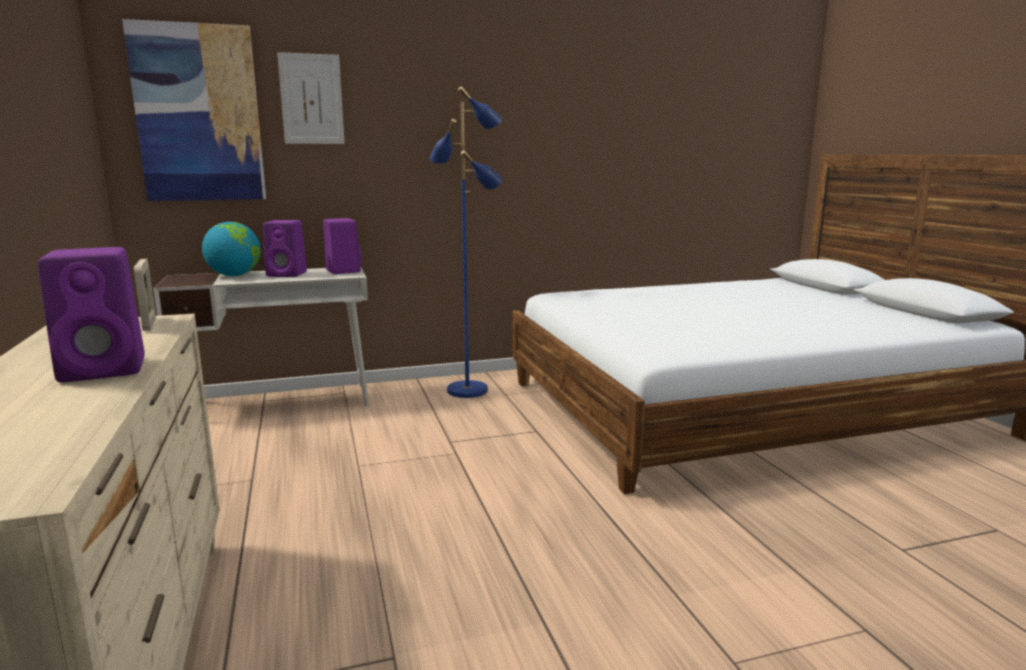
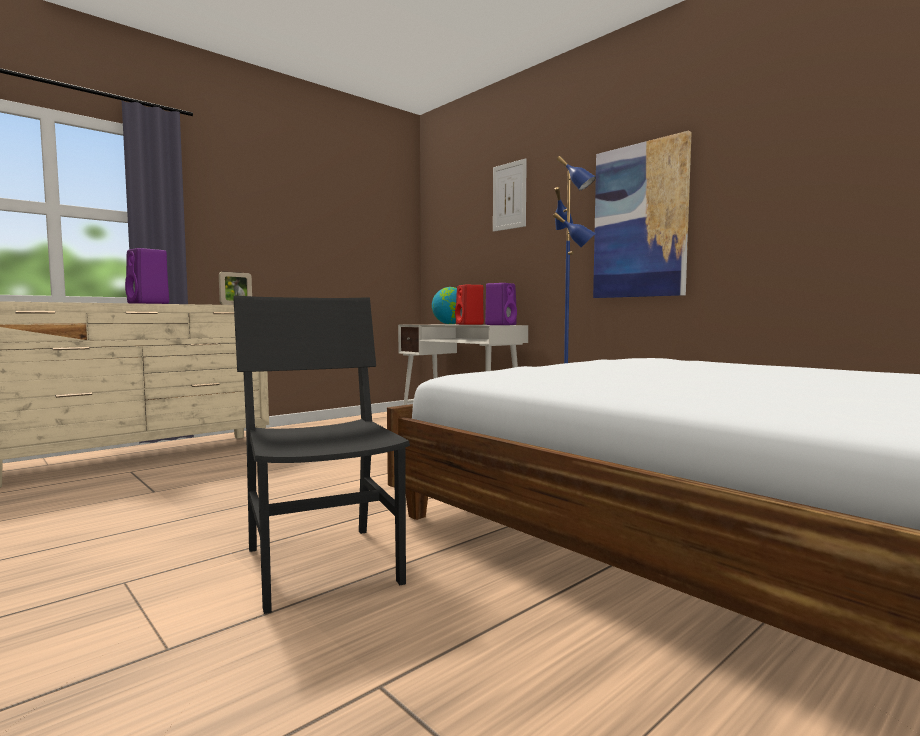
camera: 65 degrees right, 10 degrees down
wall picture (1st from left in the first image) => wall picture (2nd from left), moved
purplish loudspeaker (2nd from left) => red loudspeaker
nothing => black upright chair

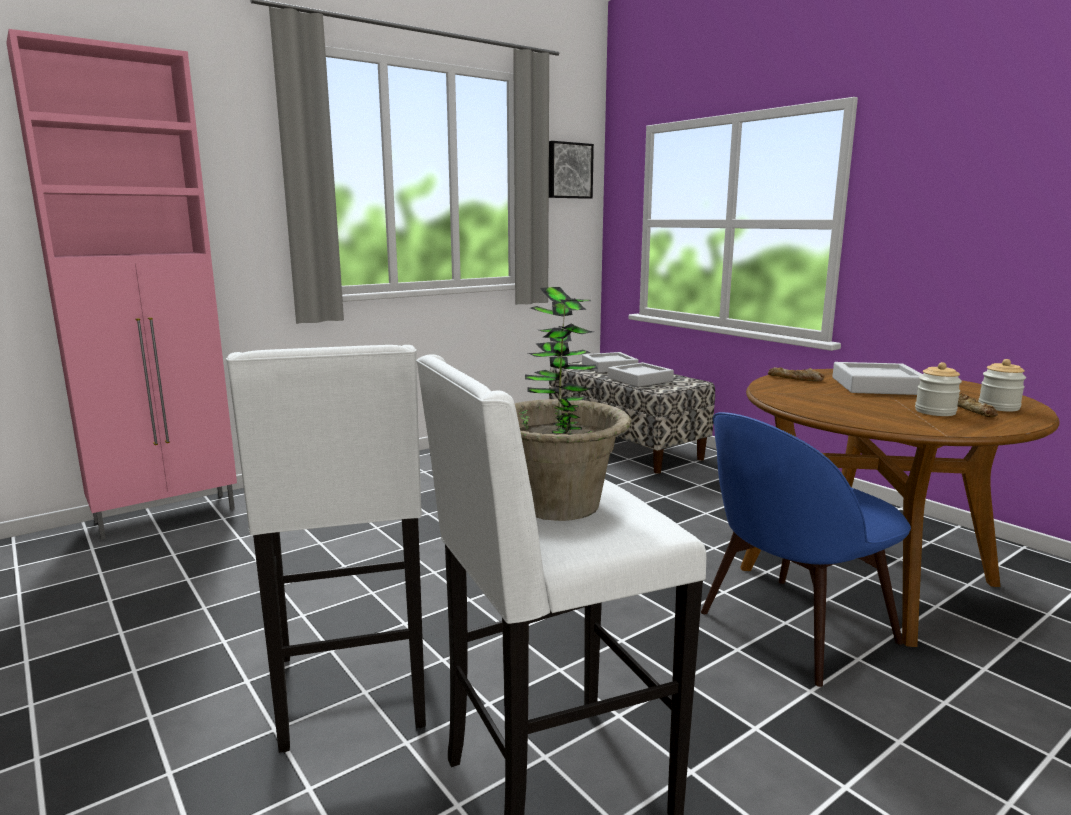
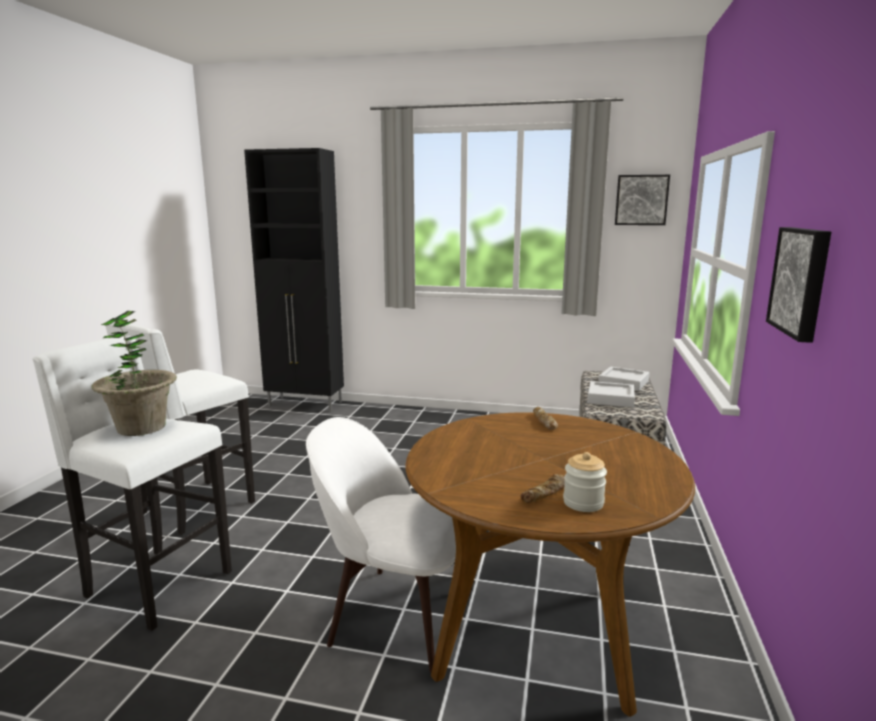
camera: 50 degrees right, 0 degrees up
pink storage cabinet => black storage cabinet
bluish upright chair => white upright chair
greyish tray (3rd from left) => nothing
preserve jar (1st from left) => nothing
nothing => wall picture (2nd from left)

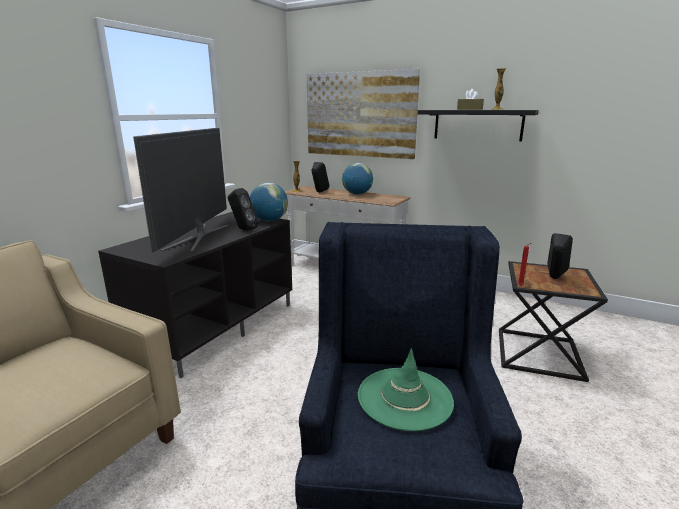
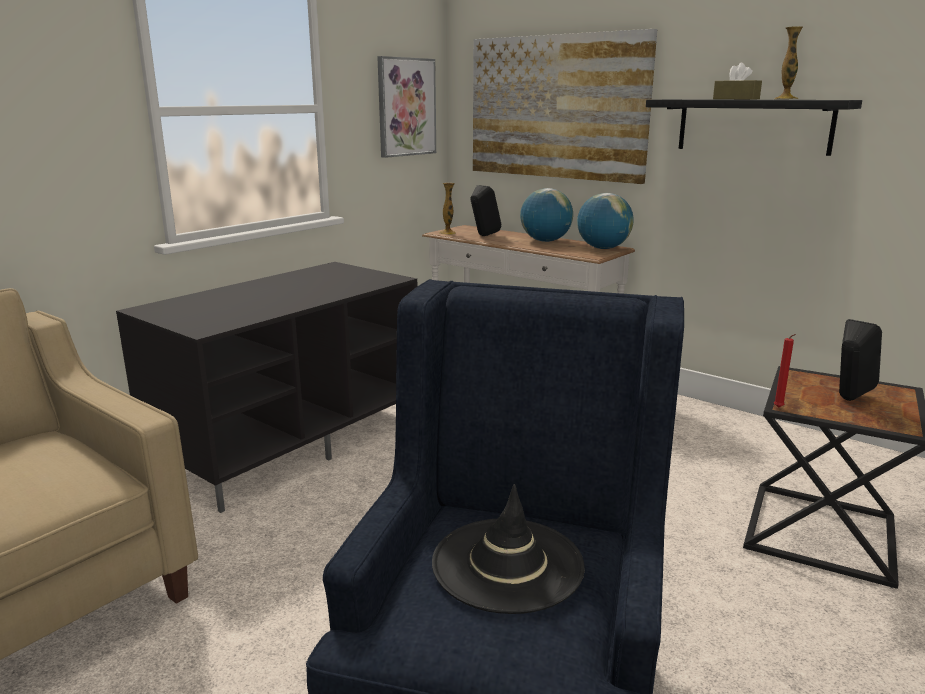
camera: 10 degrees right, 0 degrees up
TV set => nothing
black loudspeaker (1st from left) => nothing
globe (1st from left in the first image) => globe (2nd from left), moved
green-coloured hat => black hat
nothing => wall picture (1st from left)

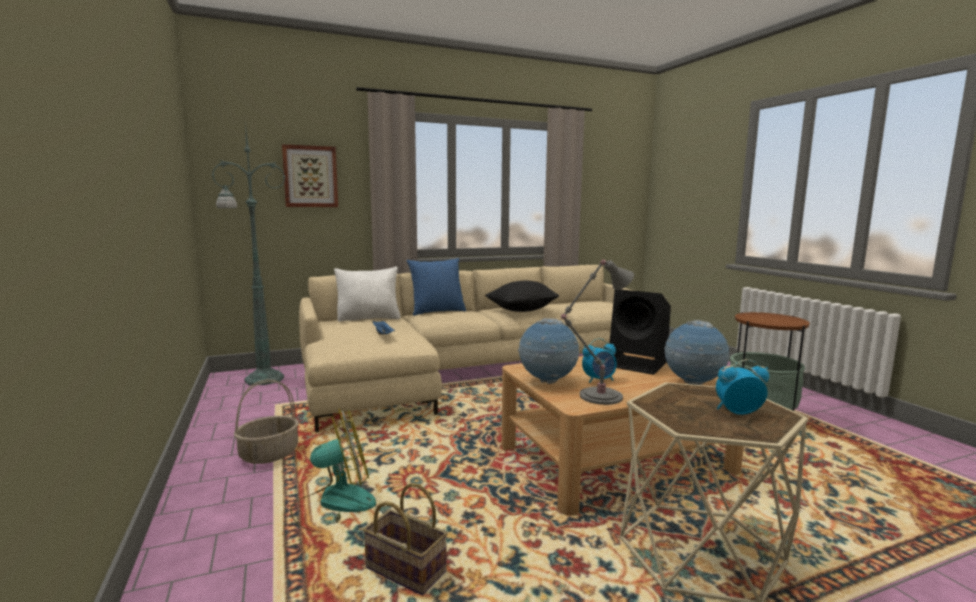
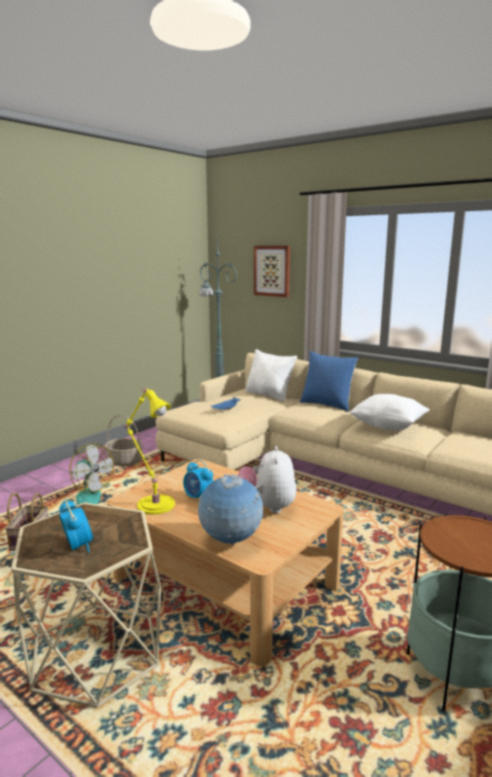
camera: 60 degrees right, 5 degrees up
black cushion => white cushion (2nd from left)
globe (1st from left) => nothing
greyish lamp for a table => yellow lamp for a table
black loudspeaker => cuddly toy

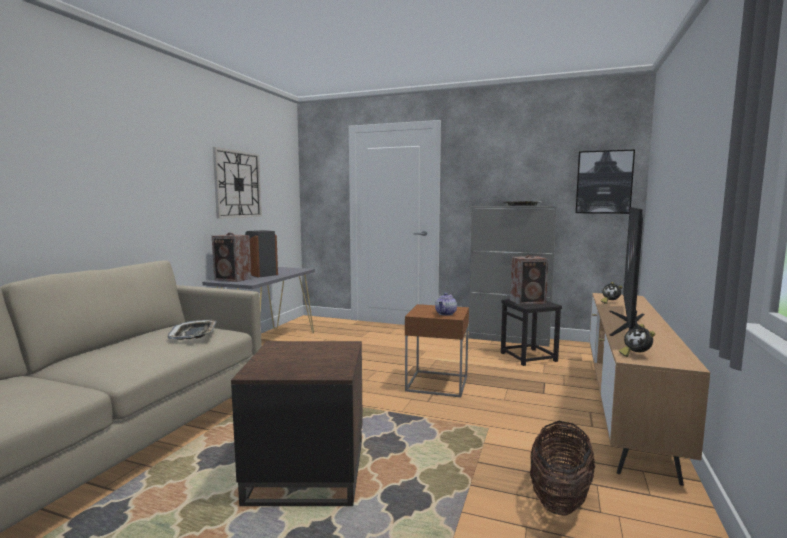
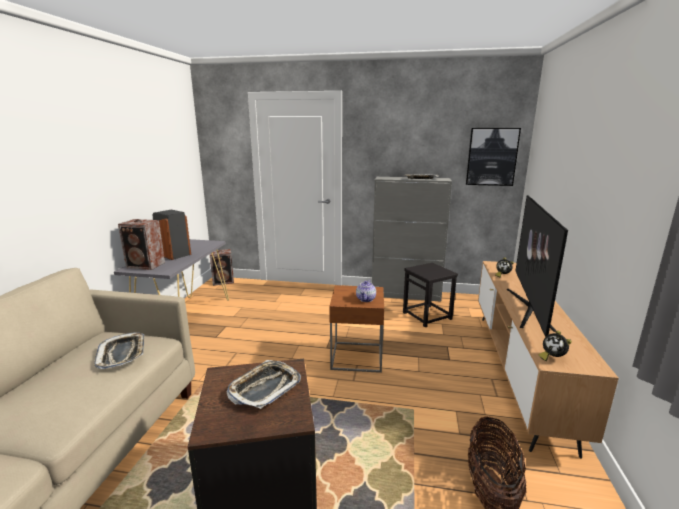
camera: 10 degrees left, 10 degrees up
hanging clock => nothing
loudspeaker (3rd from left), moved
nothing => tray (2nd from left)

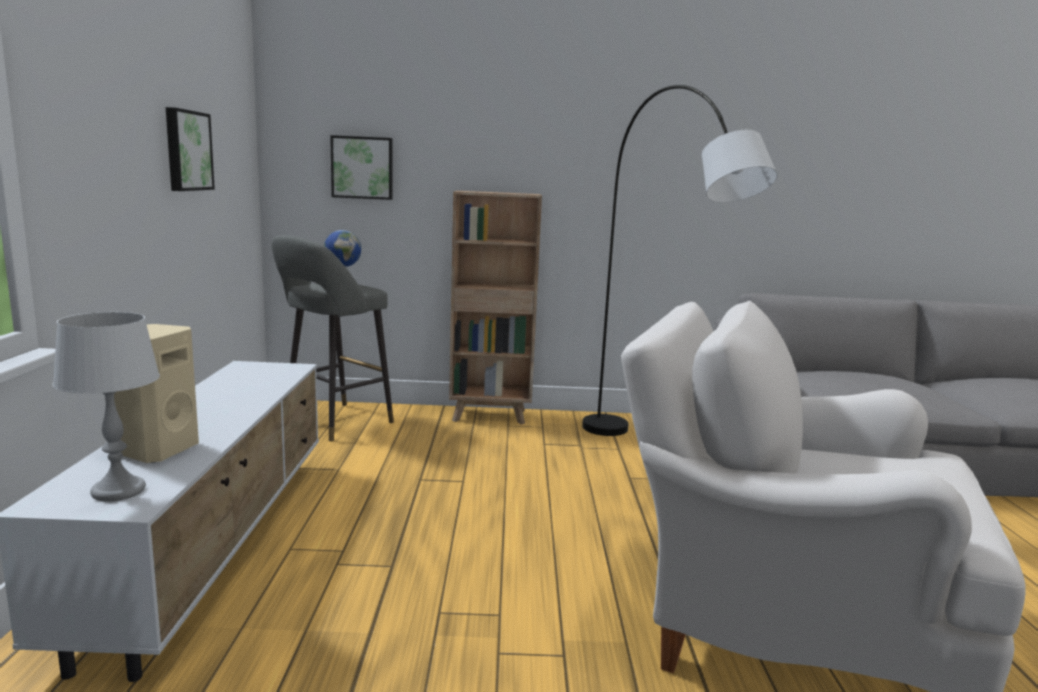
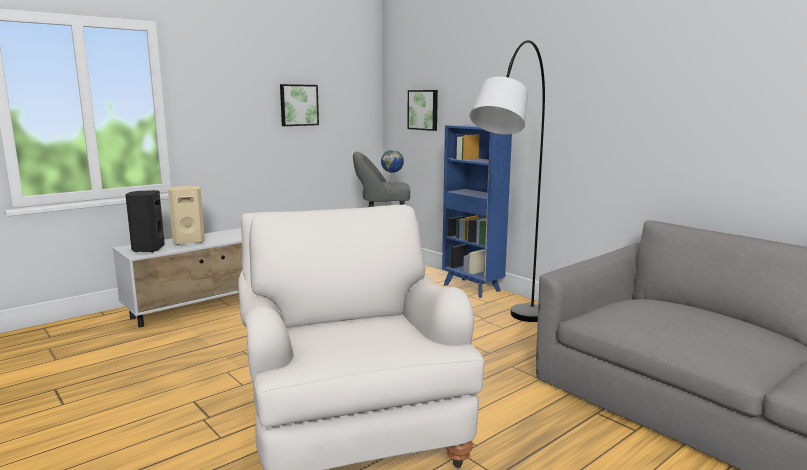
camera: 50 degrees right, 0 degrees up
greyish lamp for a table => black loudspeaker
brown-coloured bookcase => bluish bookcase

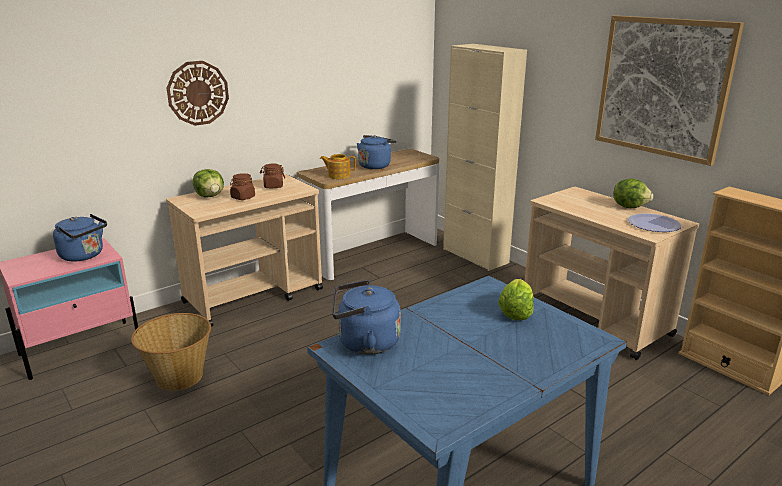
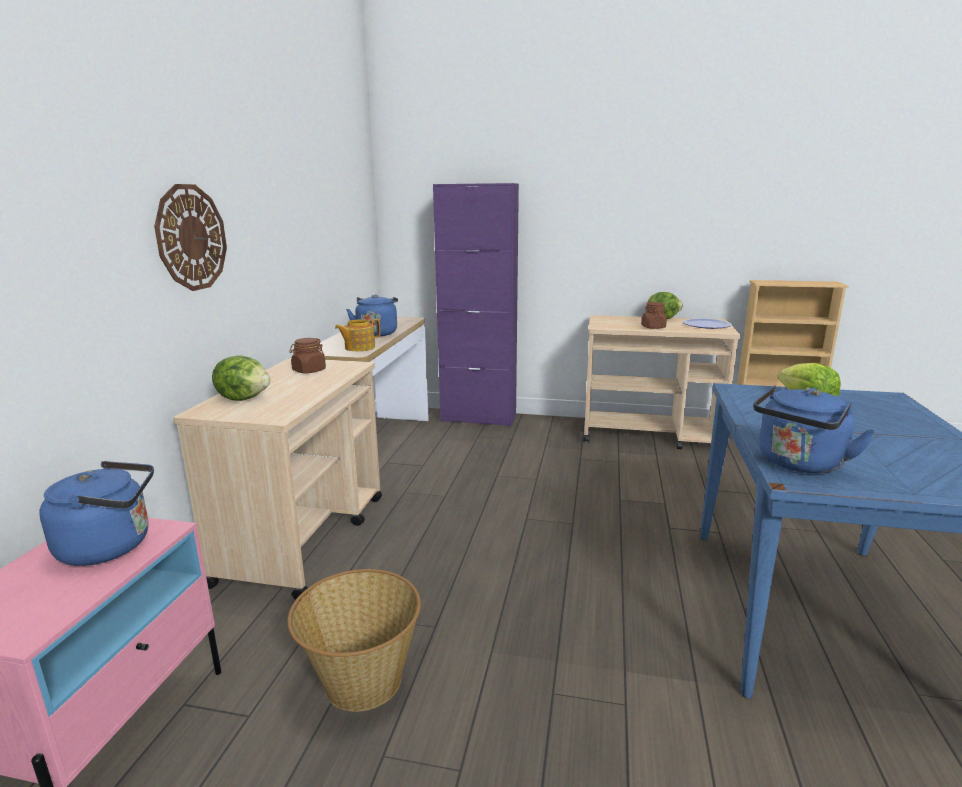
camera: 40 degrees left, 5 degrees down
brown-coloured preserve jar (1st from left in the first image) => brown-coloured preserve jar (2nd from left), moved
sand-coloured storage cabinet => purplish storage cabinet
wall picture => nothing

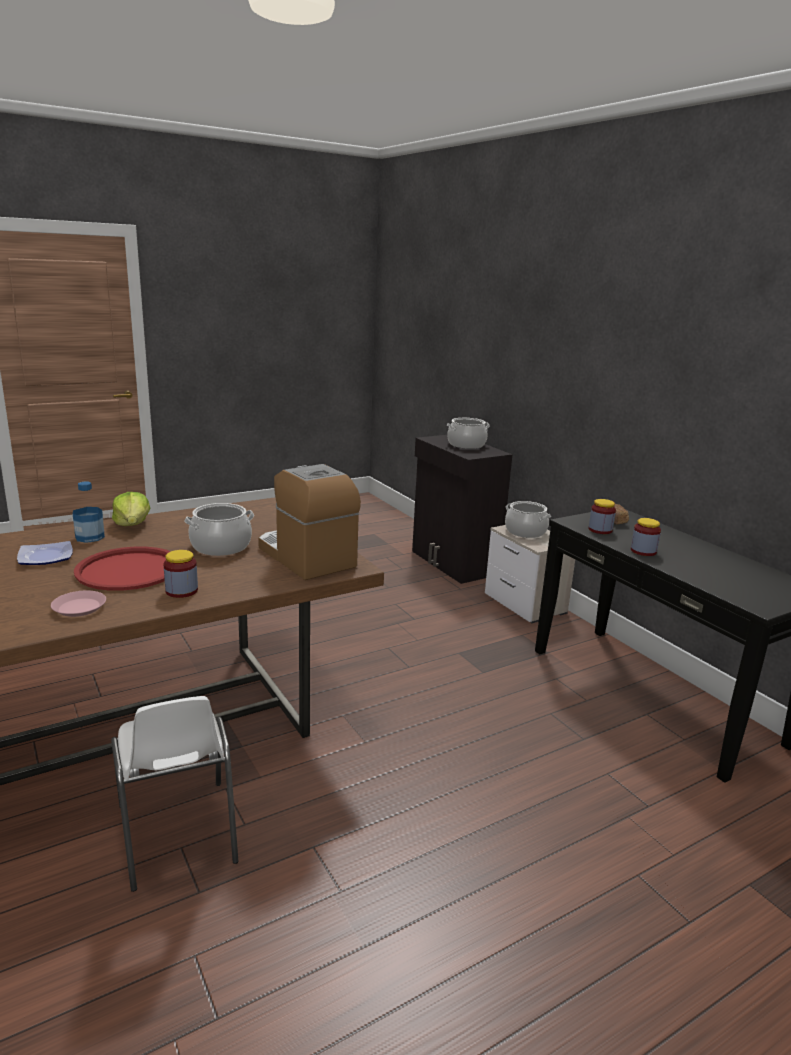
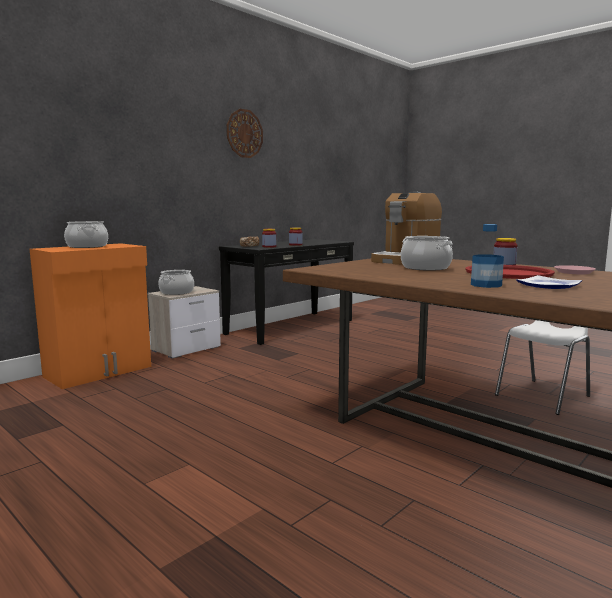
camera: 105 degrees left, 10 degrees down
lettuce => nothing
black storage cabinet => orange-coloured storage cabinet
nothing => hanging clock

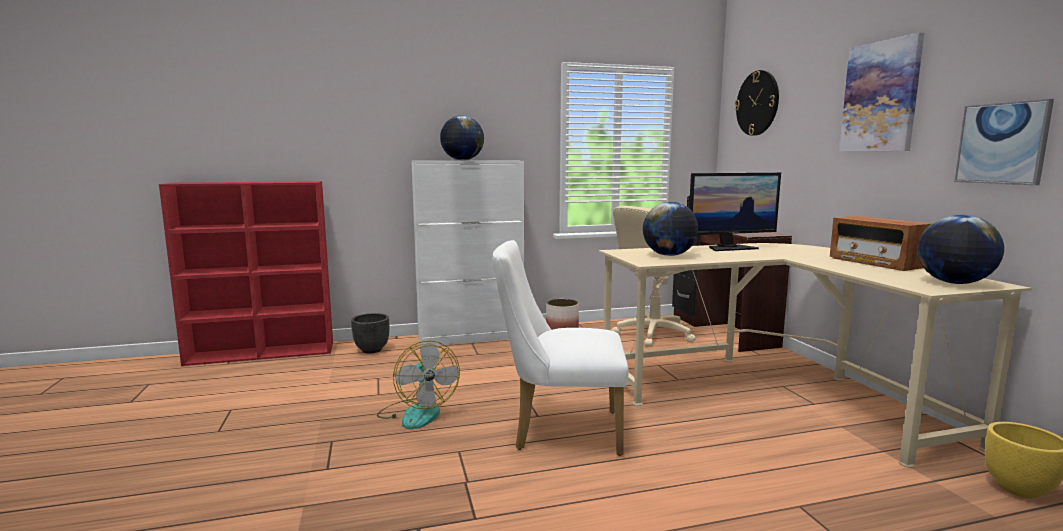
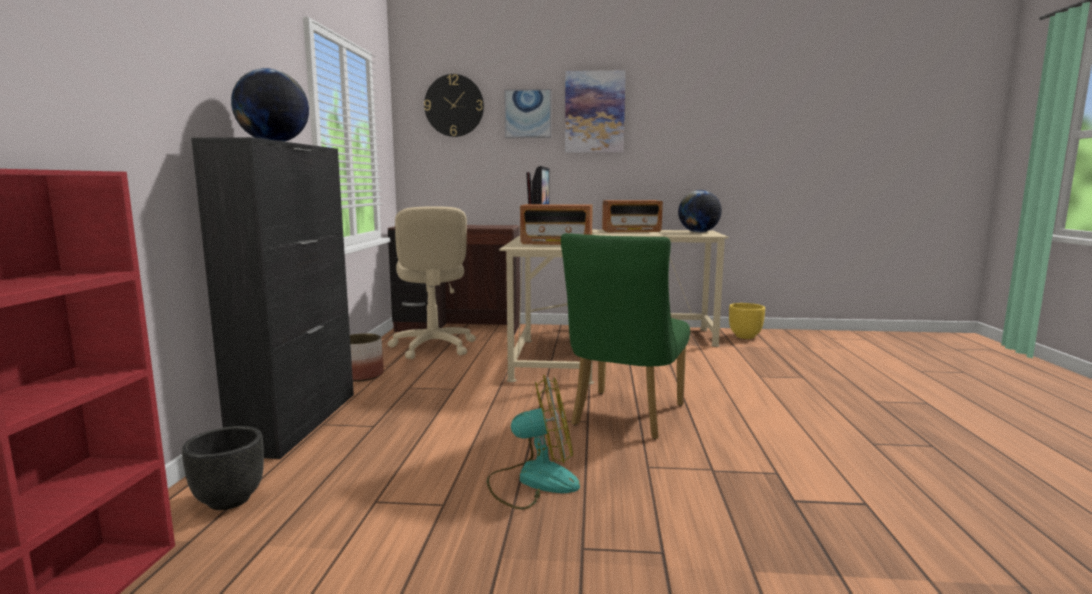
camera: 70 degrees left, 0 degrees up
white storage cabinet => black storage cabinet
white upright chair => green-coloured upright chair
globe (2nd from left) => radio receiver (1st from left)
wall picture (2nd from left in the first image) => wall picture (1st from left), moved

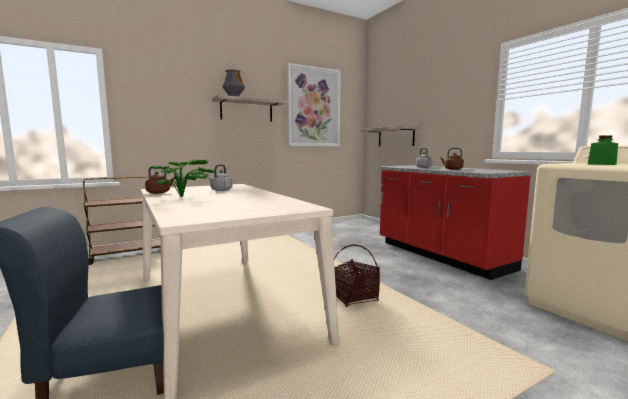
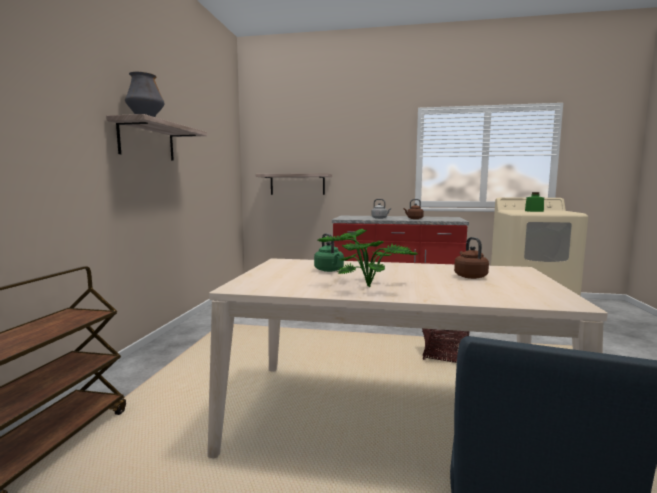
camera: 50 degrees left, 0 degrees up
brown-coloured tea kettle (1st from left in the first image) => brown-coloured tea kettle (2nd from left), moved
greyish tea kettle (1st from left) => green-coloured tea kettle
wall picture => nothing

